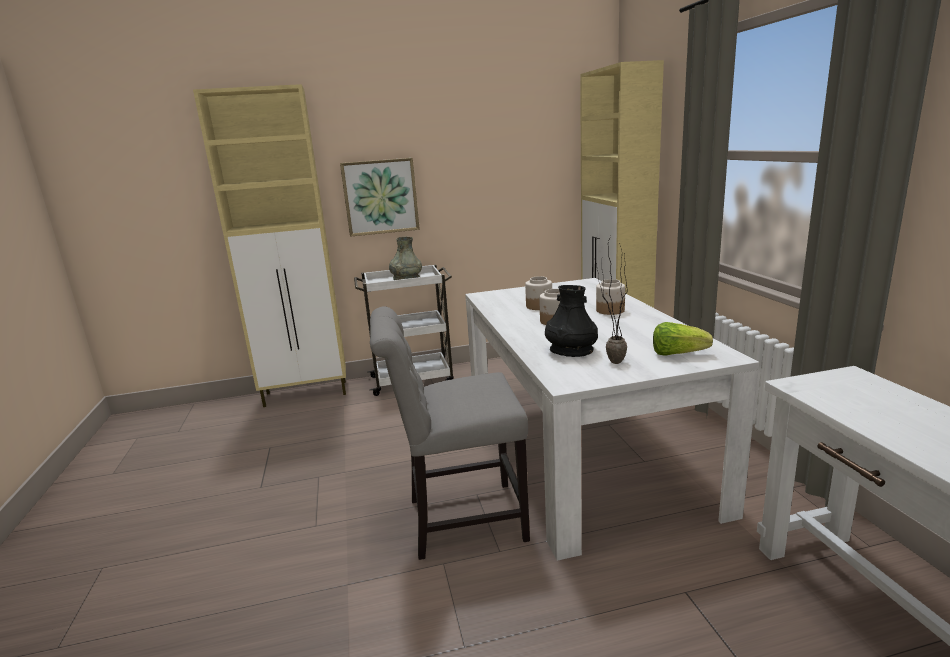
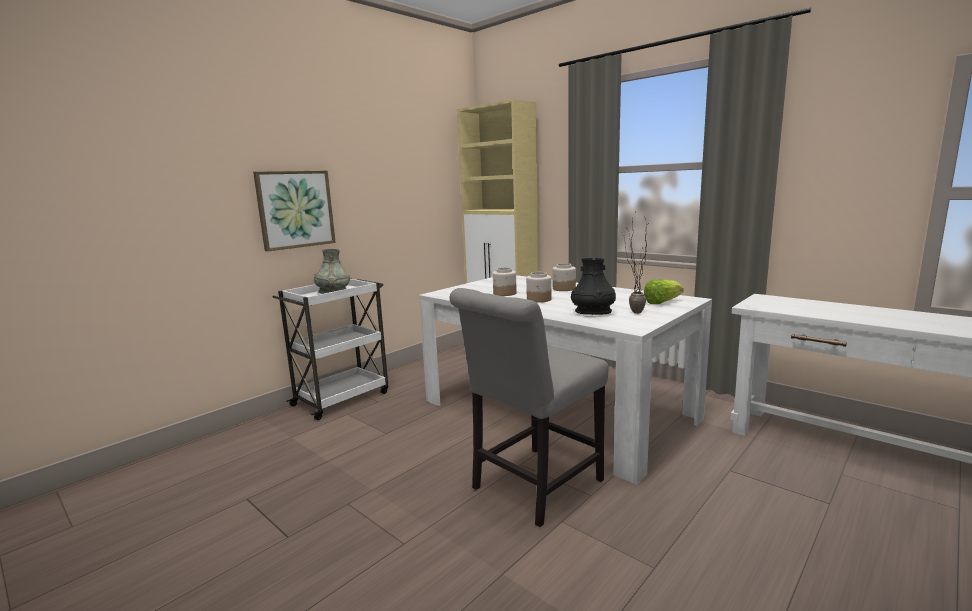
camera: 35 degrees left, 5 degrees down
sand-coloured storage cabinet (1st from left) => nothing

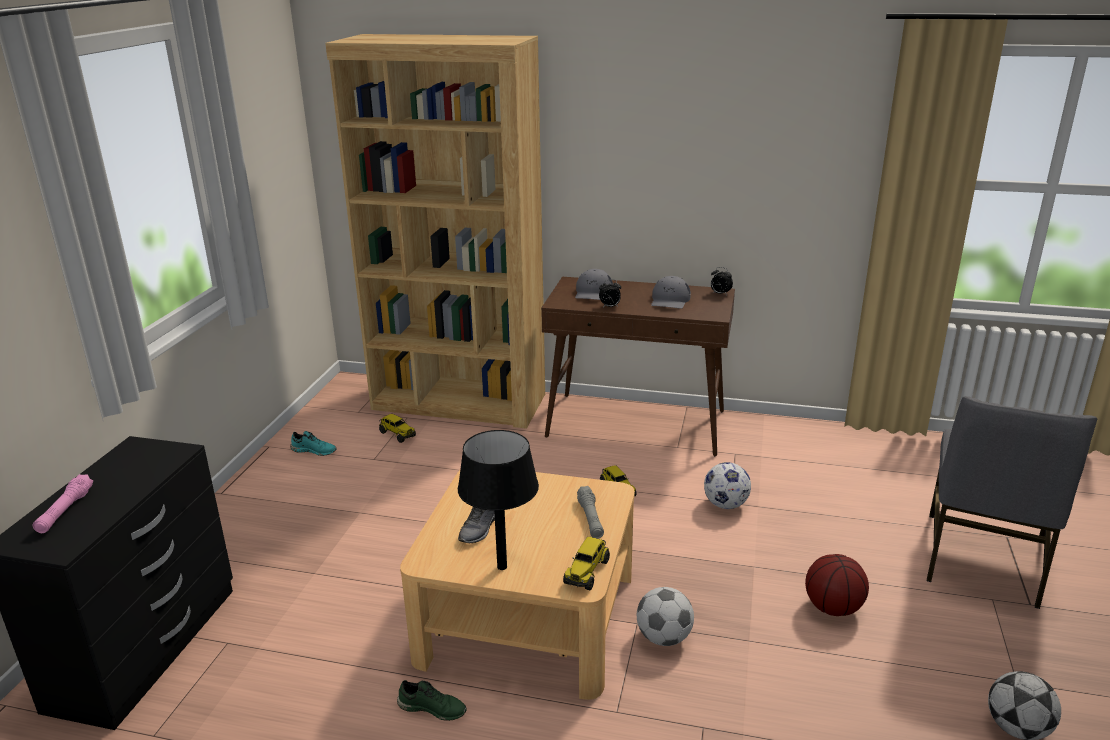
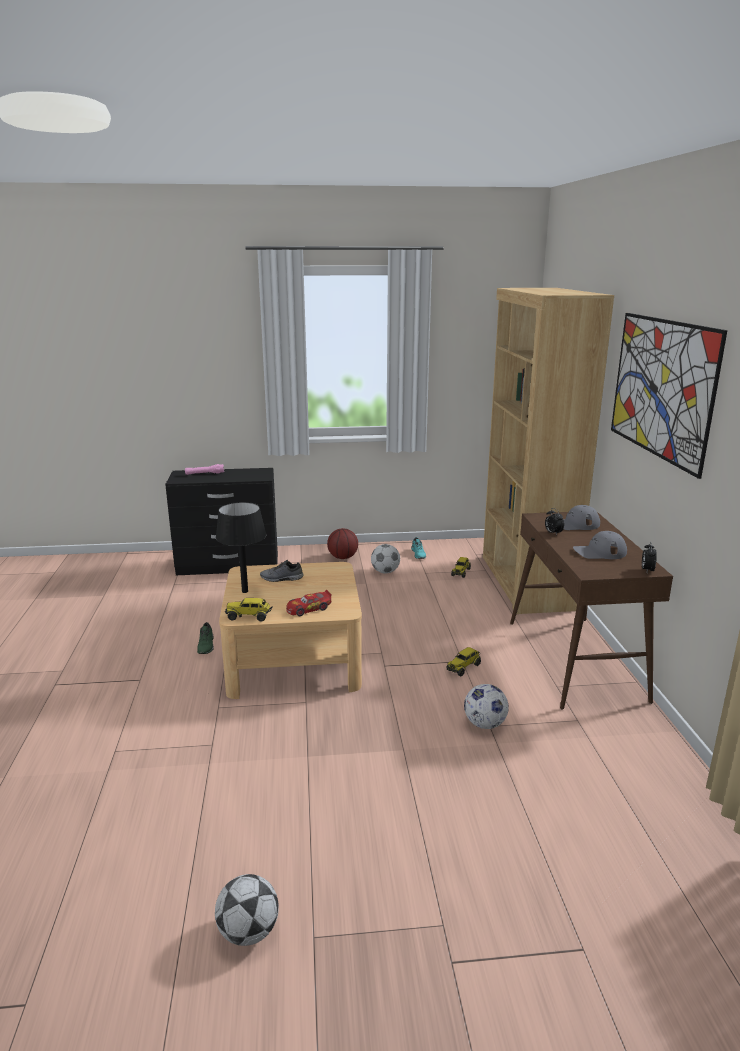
camera: 70 degrees right, 5 degrees down
greyish hand torch => miniature car
football ball (1st from left in the first image) => football ball (2nd from left), moved
basketball, moved
greyish upright chair => nothing
nothing => wall picture

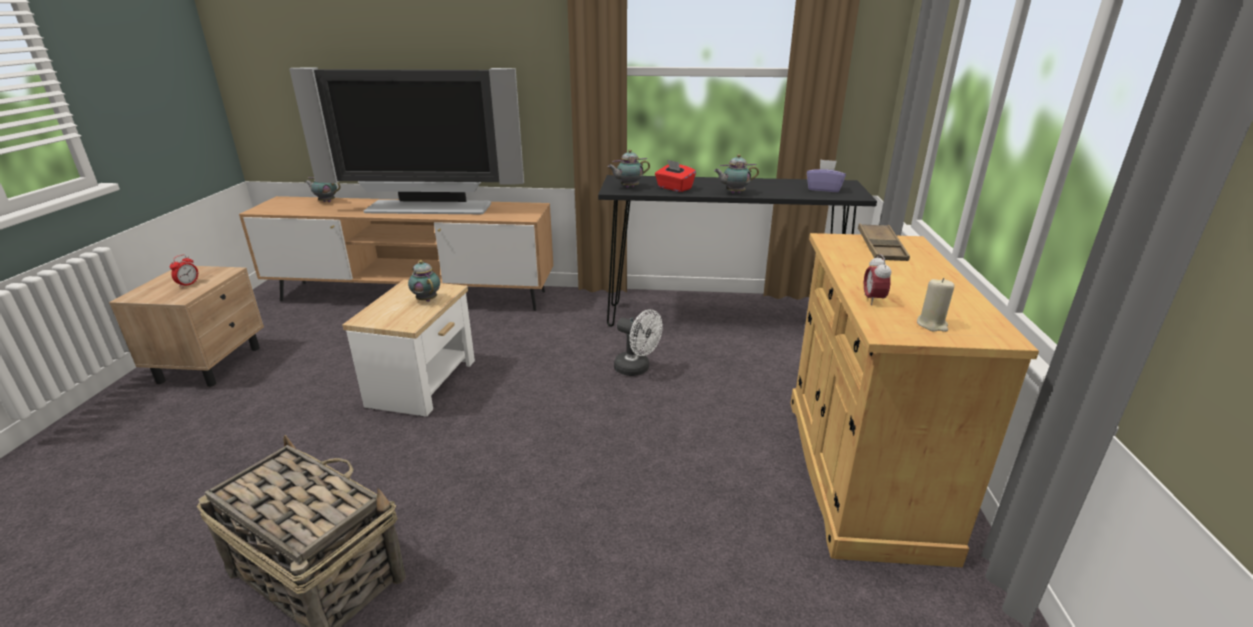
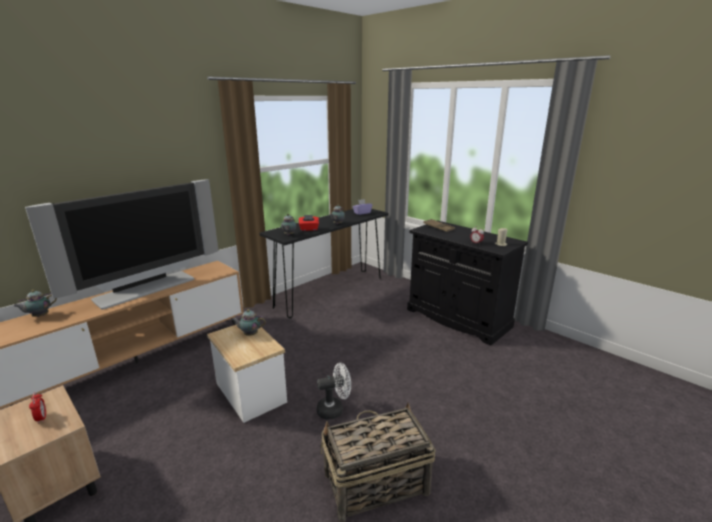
camera: 50 degrees left, 5 degrees down
white fan, moved
sand-coloured storage cabinet => black storage cabinet

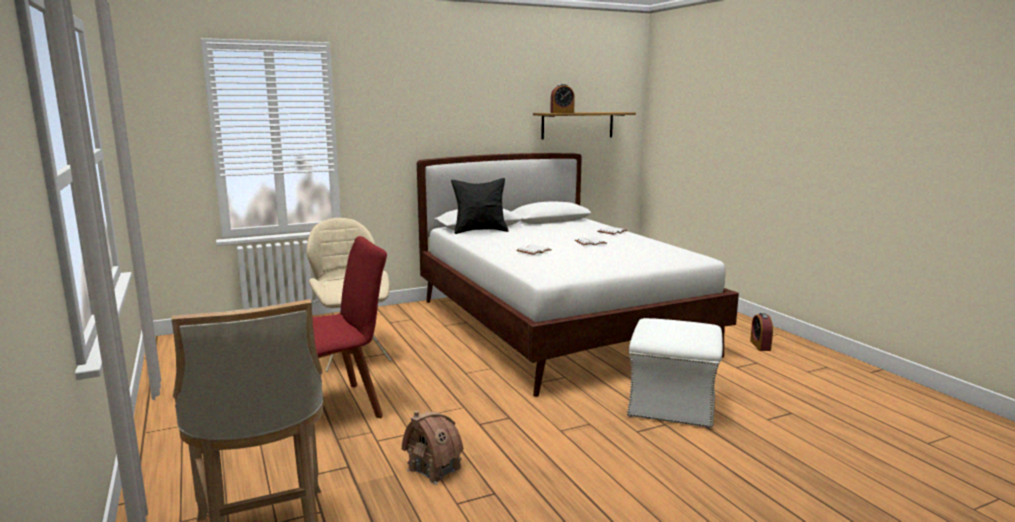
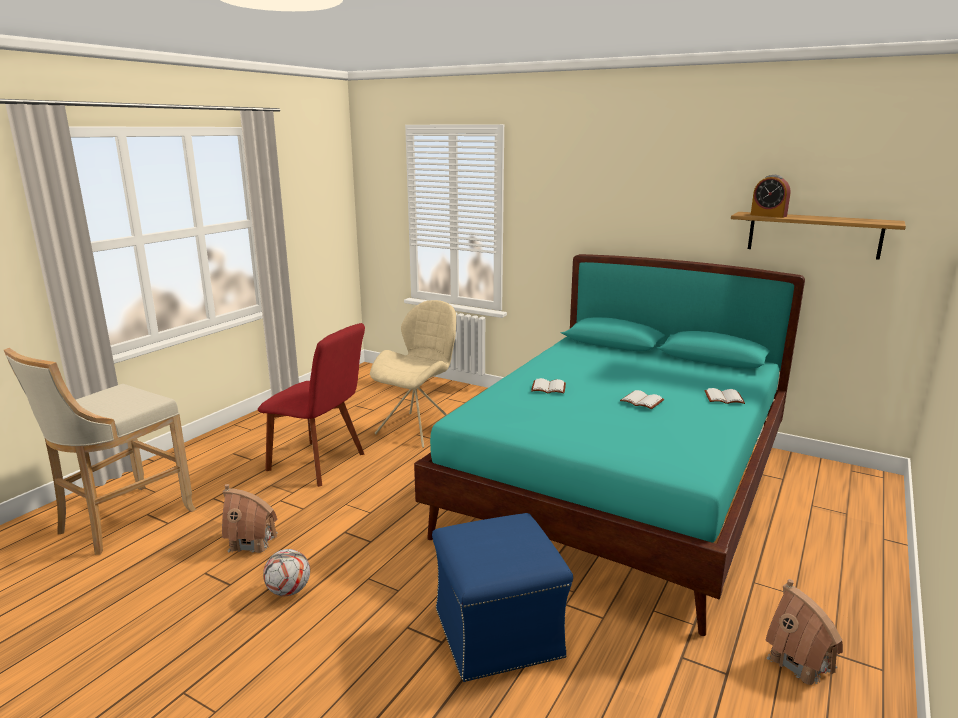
camera: 55 degrees right, 5 degrees up
white sleeping bed => blue-green sleeping bed
black cushion => nothing
white ottoman => bluish ottoman
bedside clock (2nd from left) => model house (2nd from left)
nothing => football ball

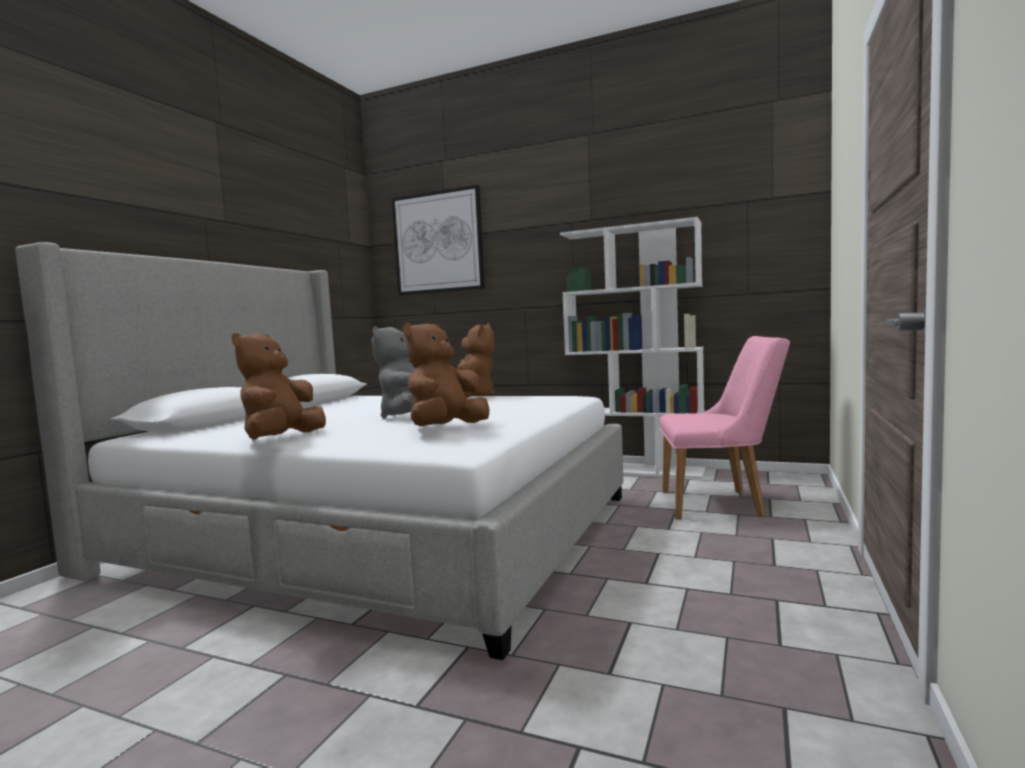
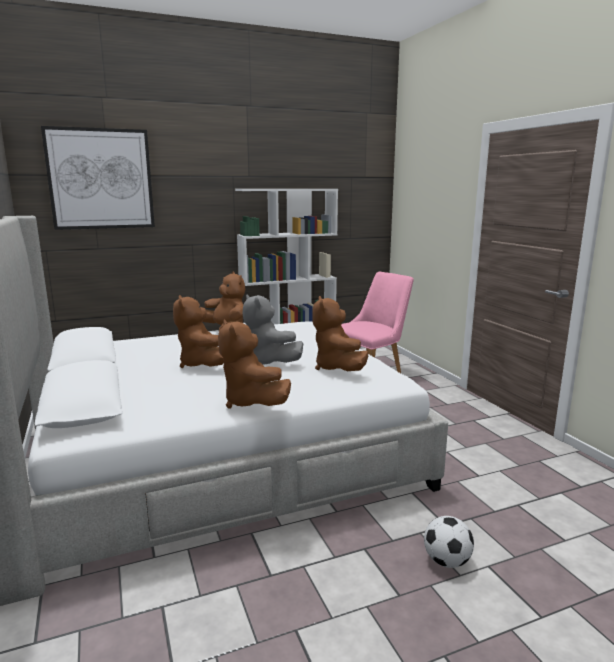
camera: 45 degrees left, 10 degrees up
nothing => brown-coloured cuddly toy (1st from left)
nothing => football ball

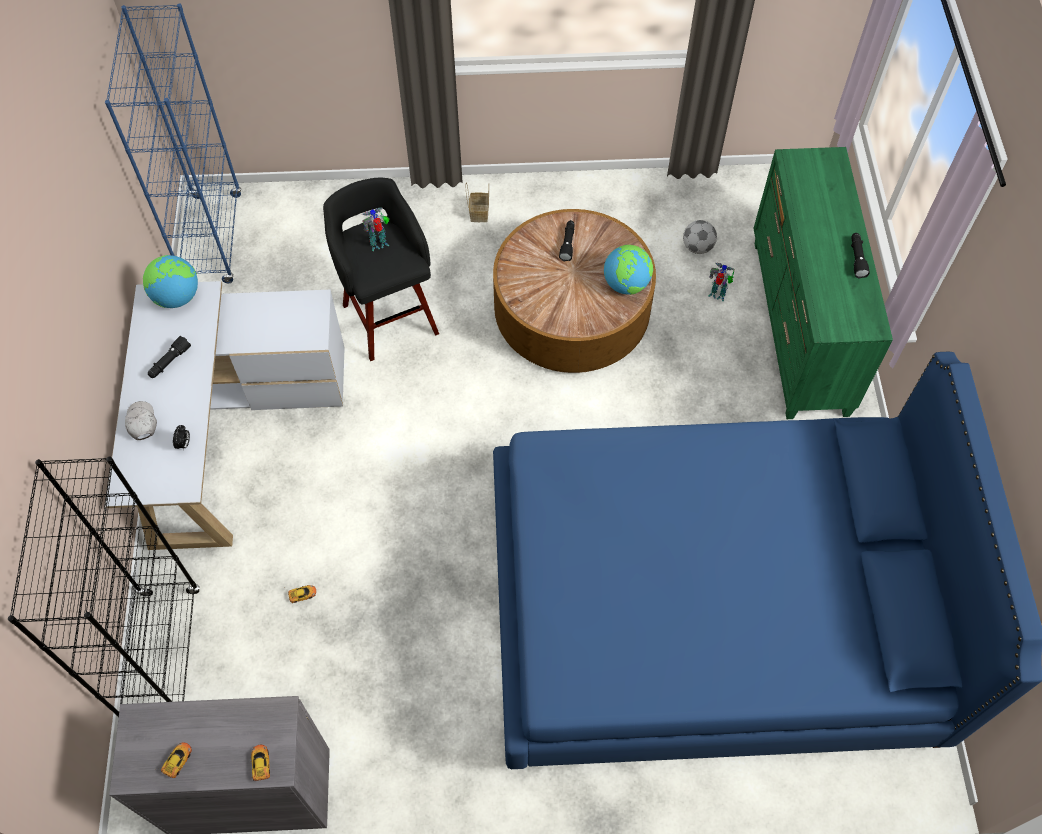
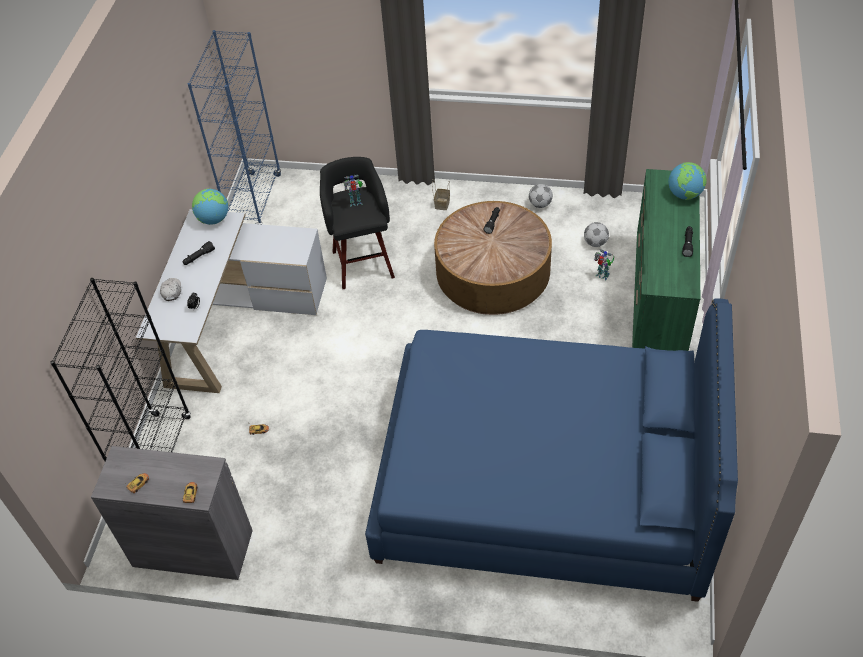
camera: 15 degrees right, 10 degrees down
globe (2nd from left), moved
nothing => football ball (1st from left)

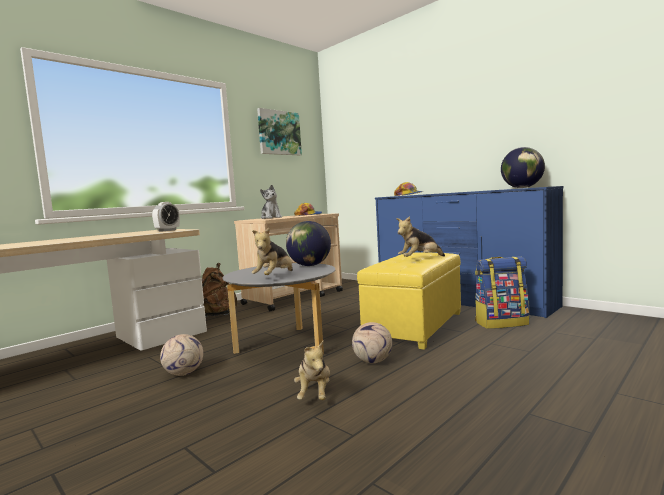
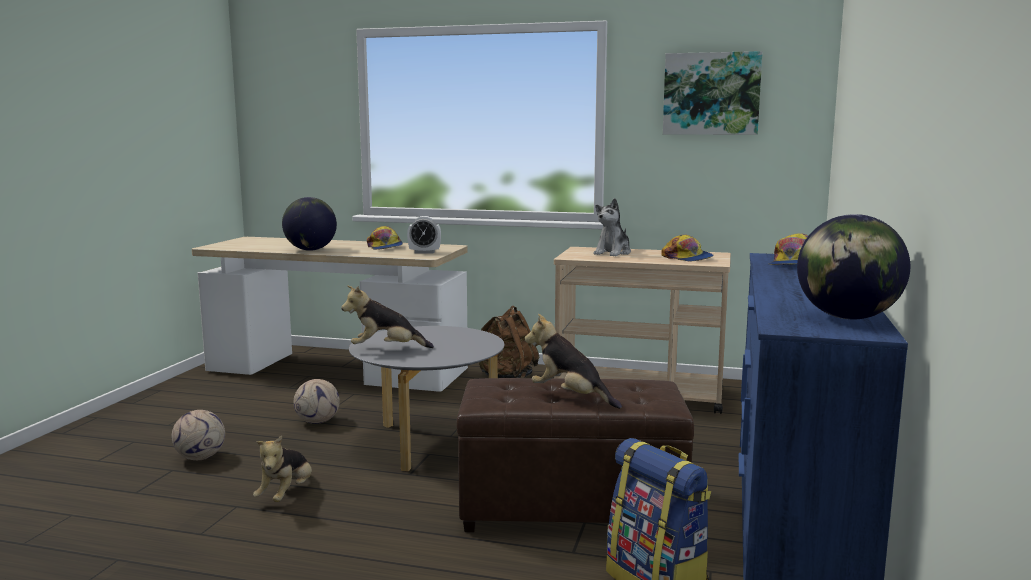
camera: 60 degrees right, 5 degrees up
globe (1st from left), moved
cuddly toy (3rd from left in the first image) => cuddly toy (1st from left), 45 degrees counterclockwise
football ball (2nd from left in the first image) => football ball (1st from left), moved
yellow ottoman => brown-coloured ottoman
nothing => cap (1st from left)

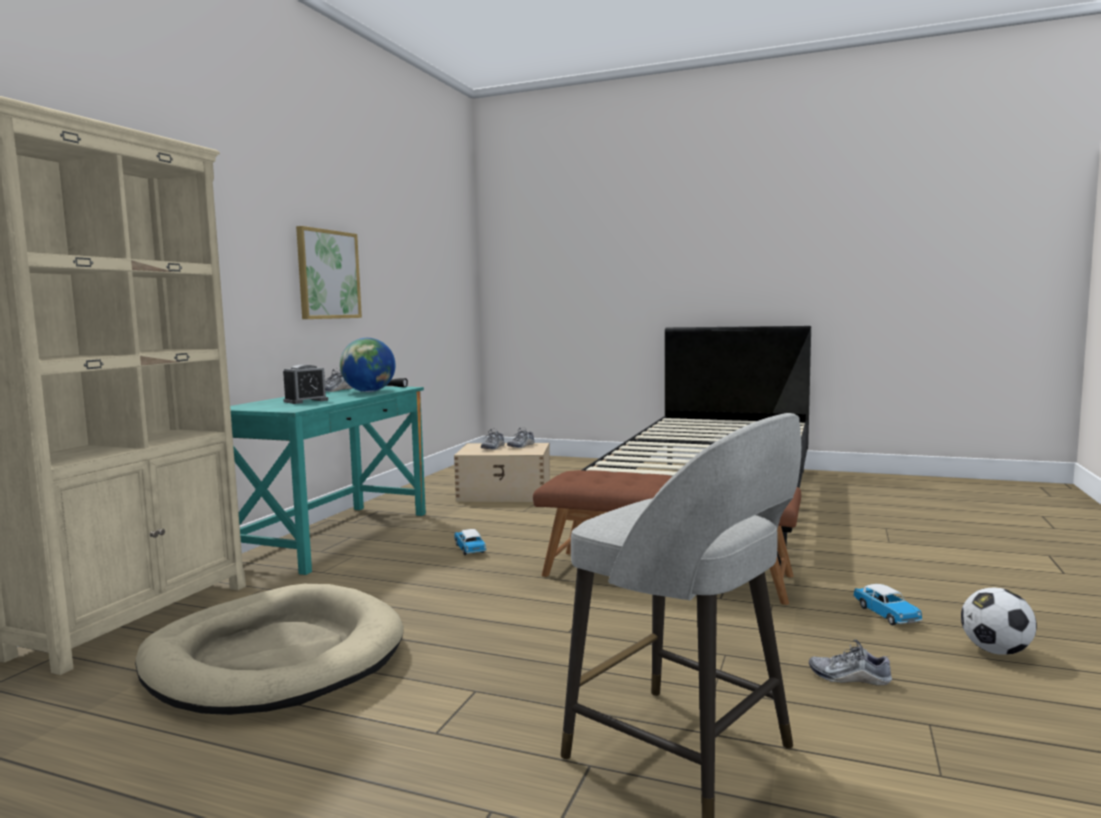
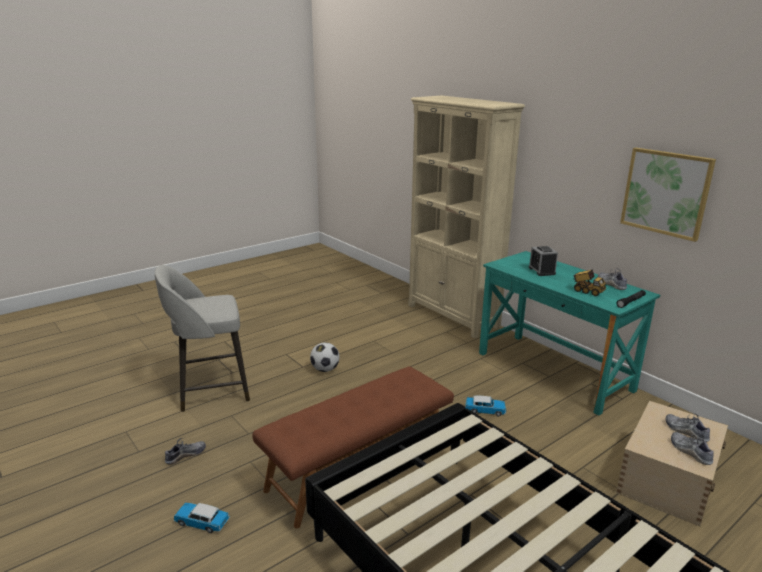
camera: 120 degrees right, 15 degrees up
sand-coloured pet bed => nothing
globe => model truck
football ball, moved

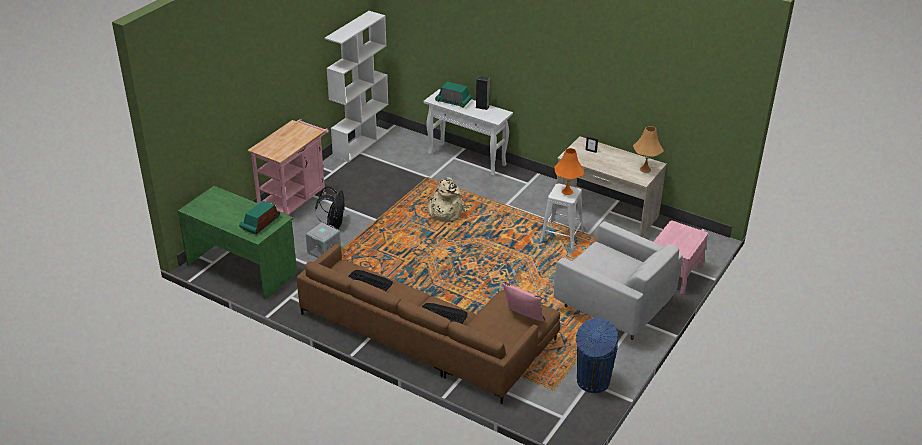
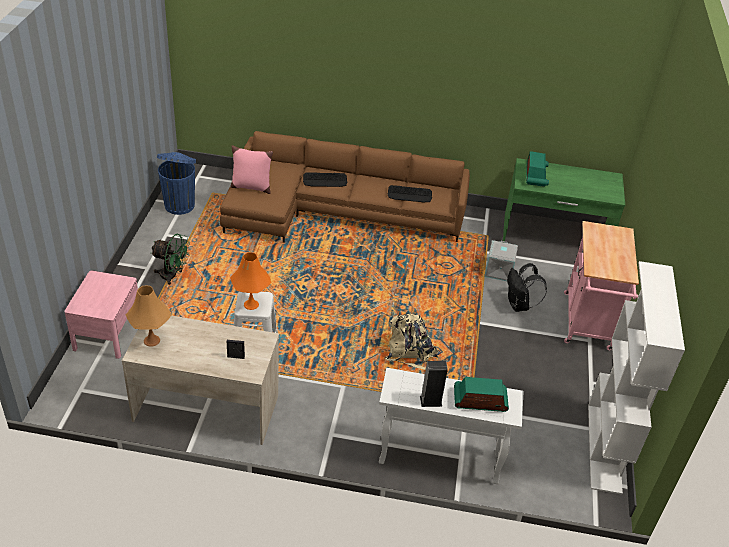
camera: 155 degrees right, 5 degrees up
white armchair => green-coloured fan

